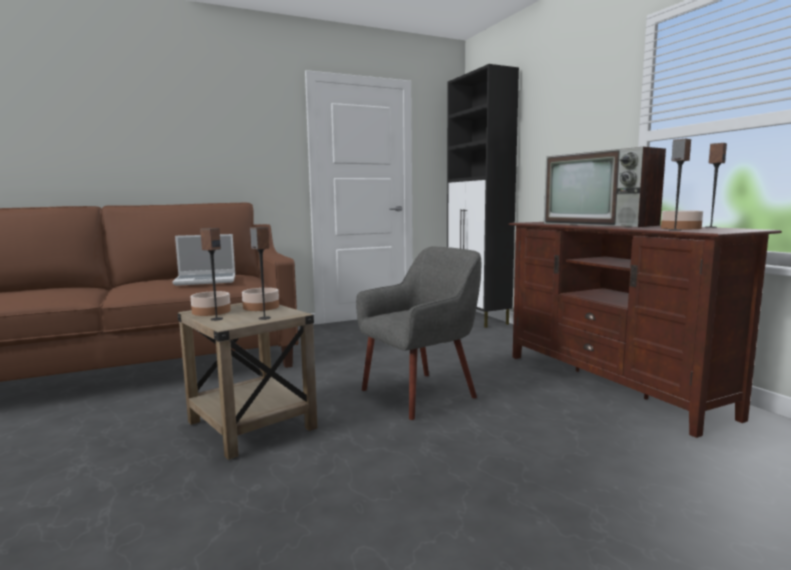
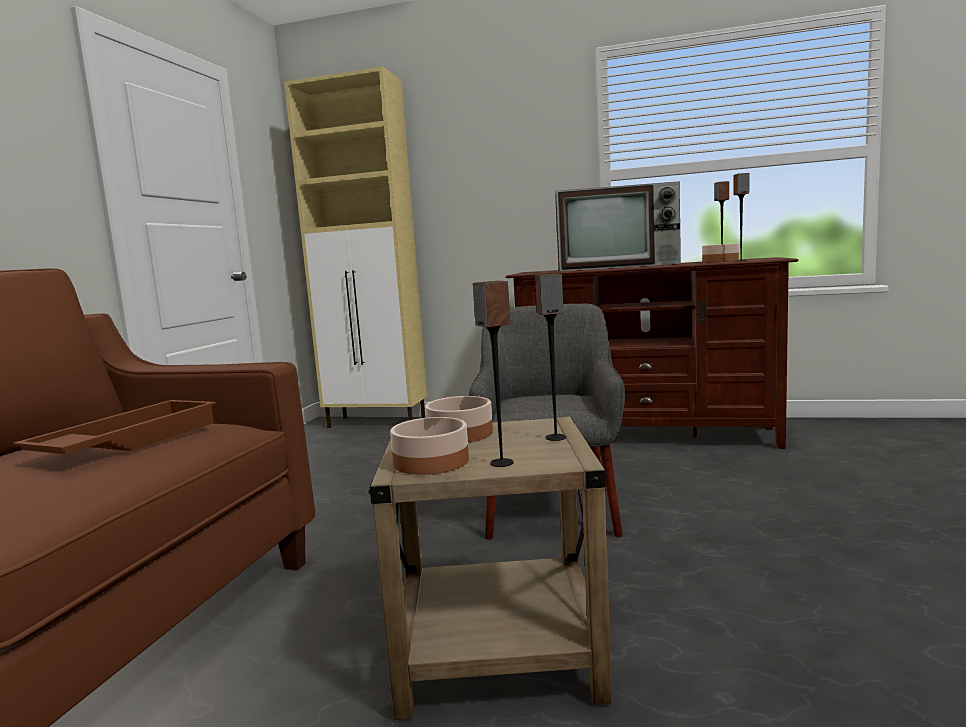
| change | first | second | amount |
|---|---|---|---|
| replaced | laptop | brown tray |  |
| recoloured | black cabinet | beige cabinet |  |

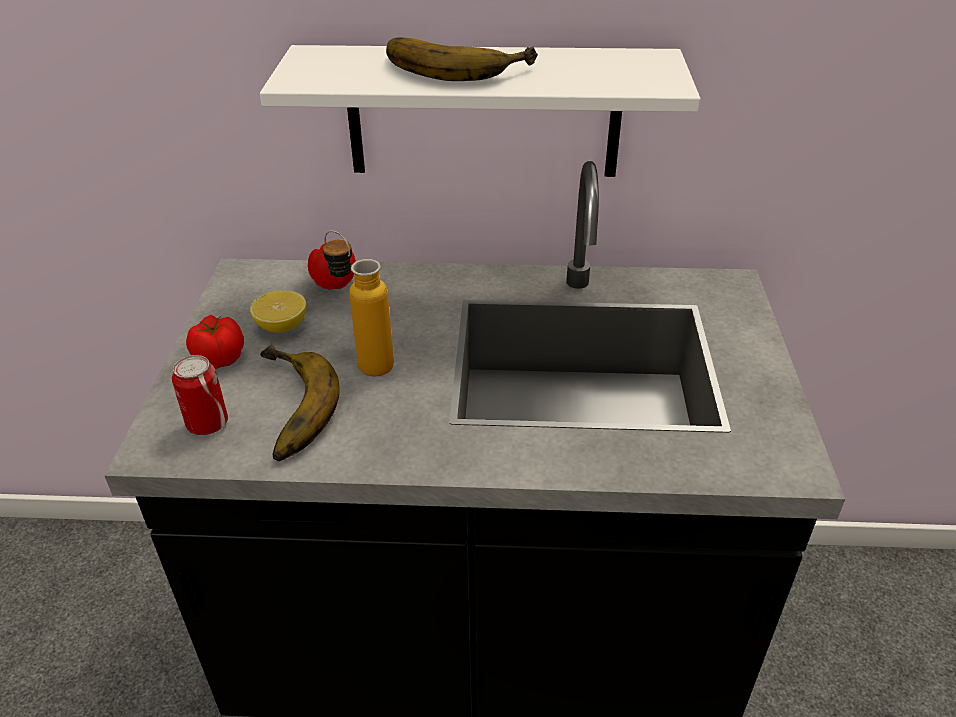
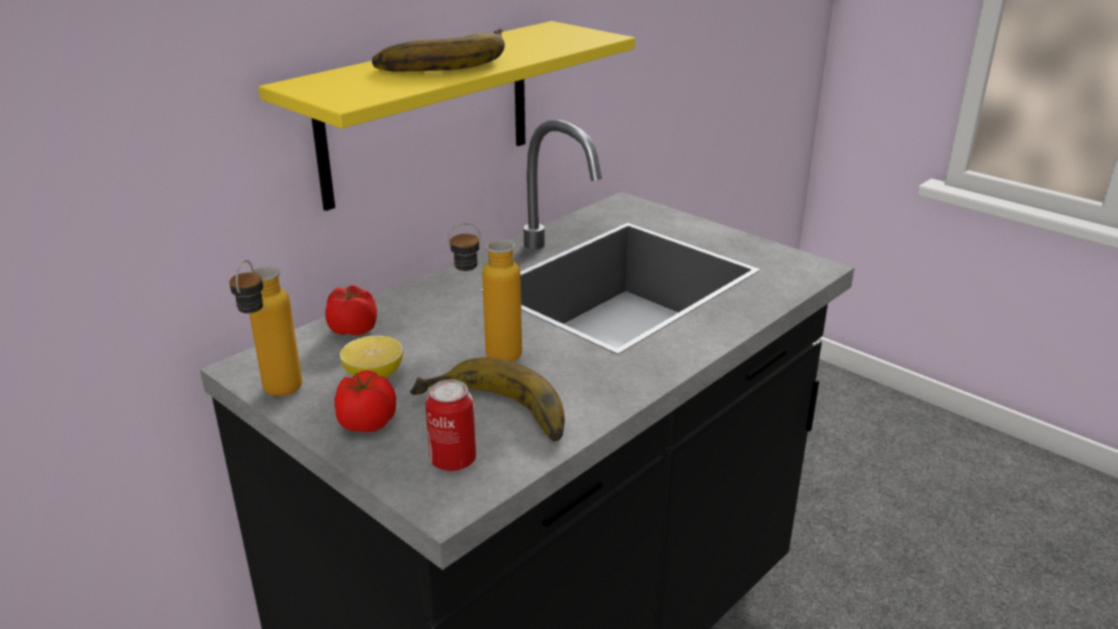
| change | first | second | amount |
|---|---|---|---|
| added |  | bottle (1st from left) |  |
| recoloured | white shelf | yellow shelf |  |

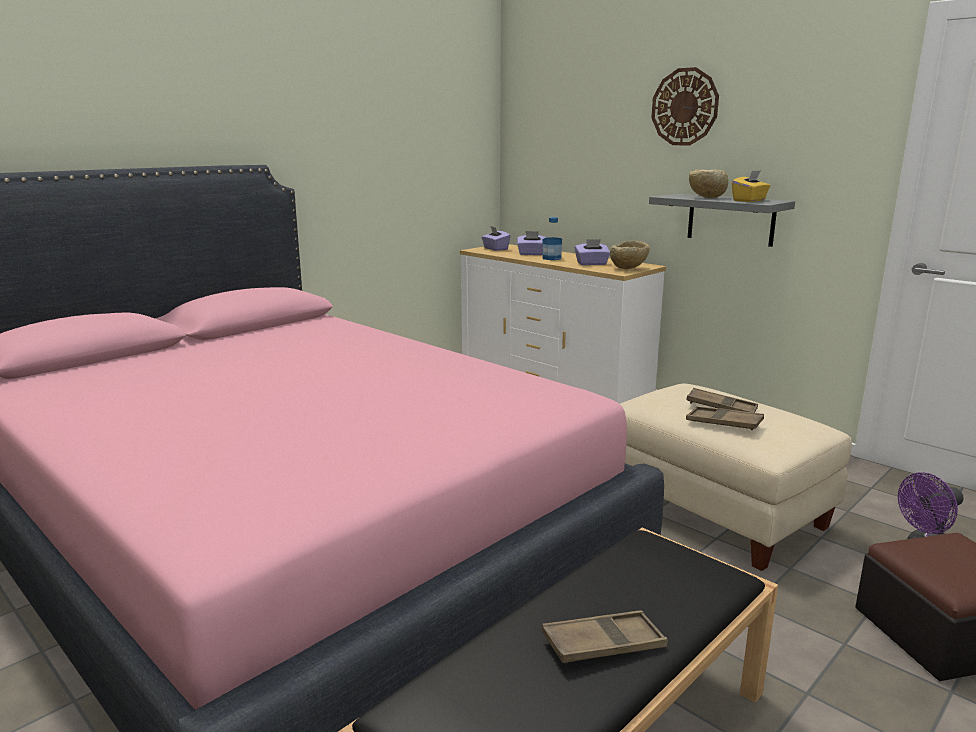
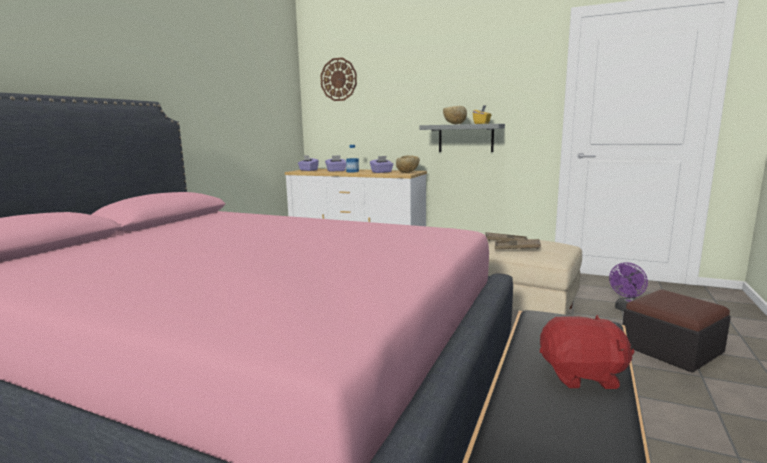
| change | first | second | amount |
|---|---|---|---|
| moved | wall clock |  |  |
| replaced | brown tray (1st from left) | red plush toy |  |

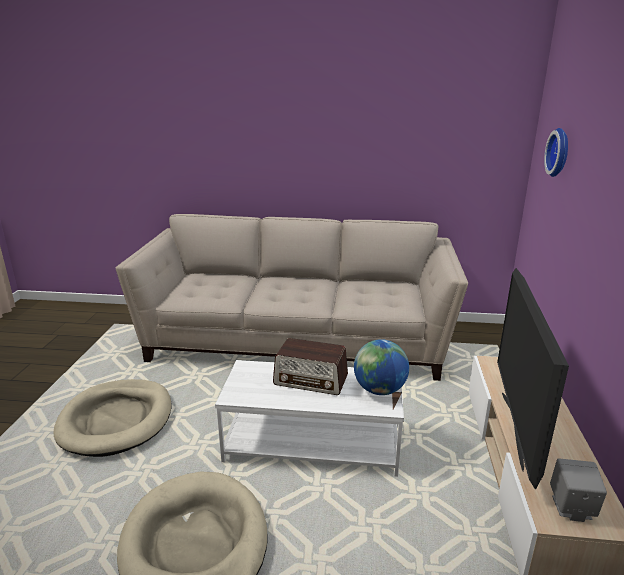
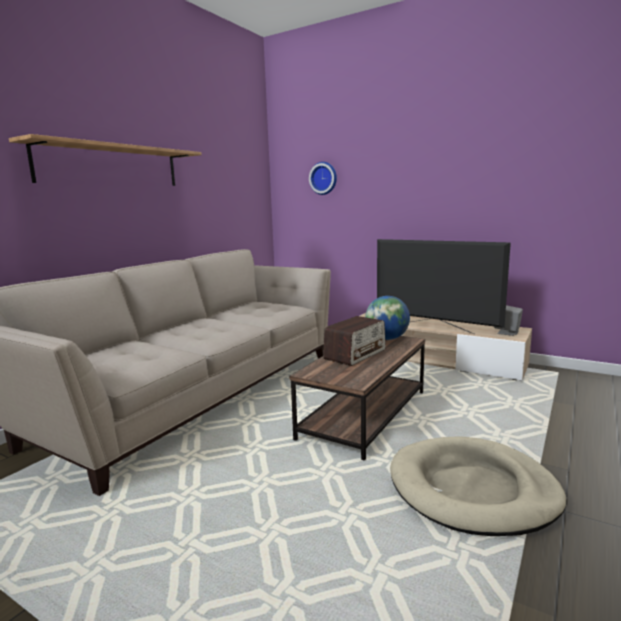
| change | first | second | amount |
|---|---|---|---|
| removed | beige dog bed (1st from left) |  |  |
| added |  | shelf |  |
| recoloured | white coffee table | brown coffee table |  |

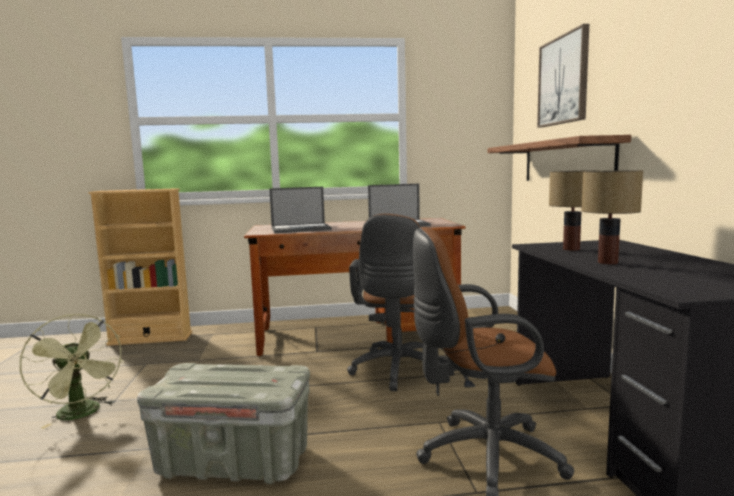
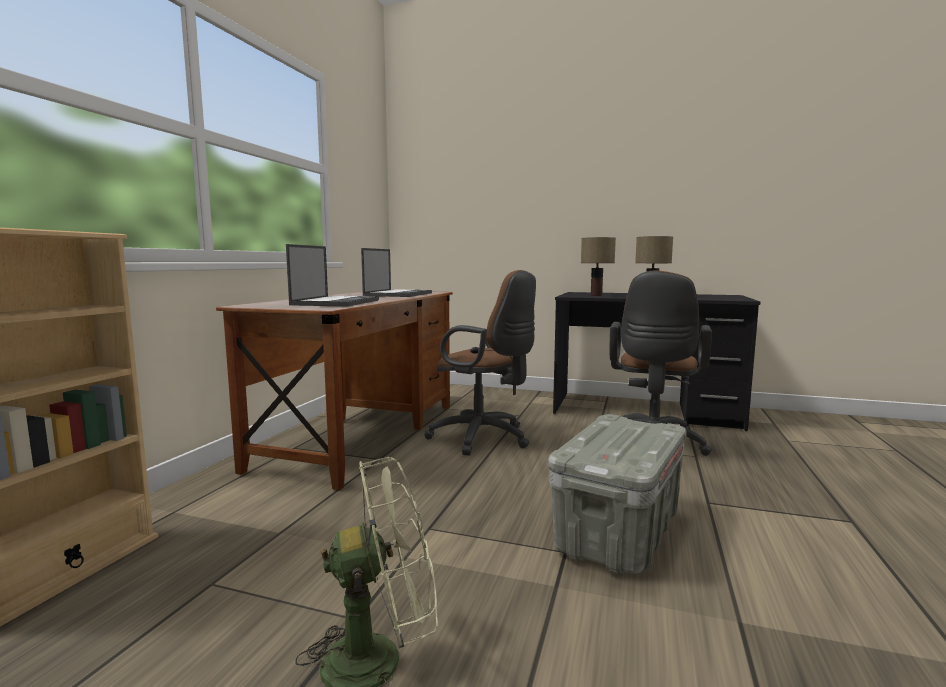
| change | first | second | amount |
|---|---|---|---|
| removed | shelf |  |  |
| removed | picture |  |  |

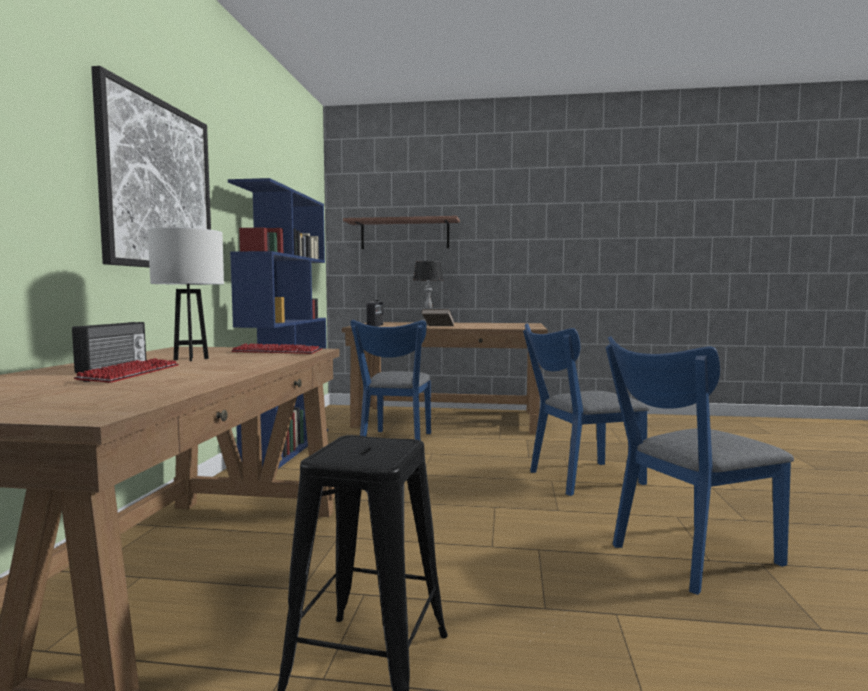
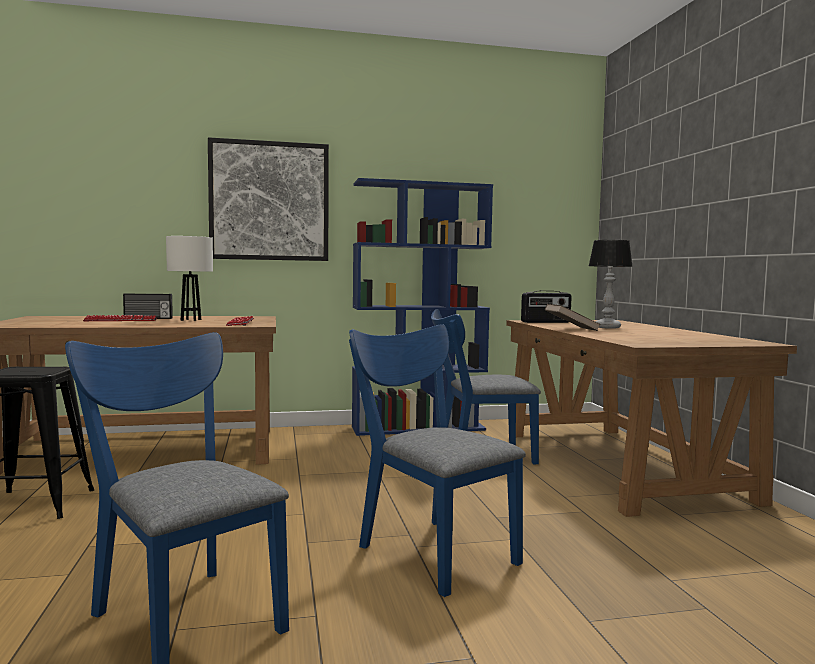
| change | first | second | amount |
|---|---|---|---|
| removed | shelf |  |  |

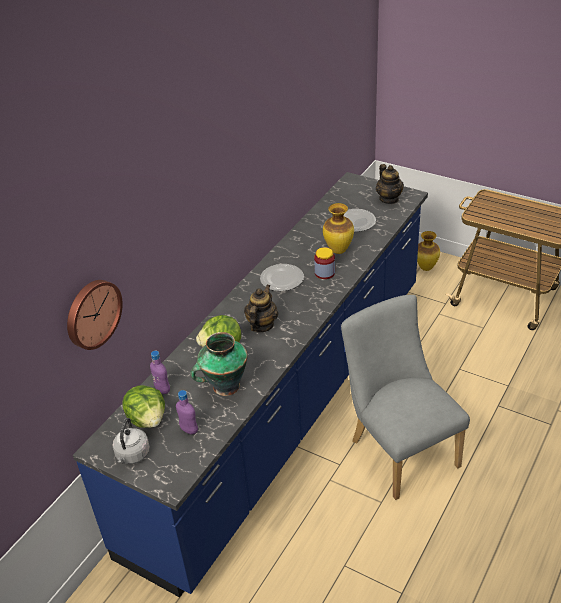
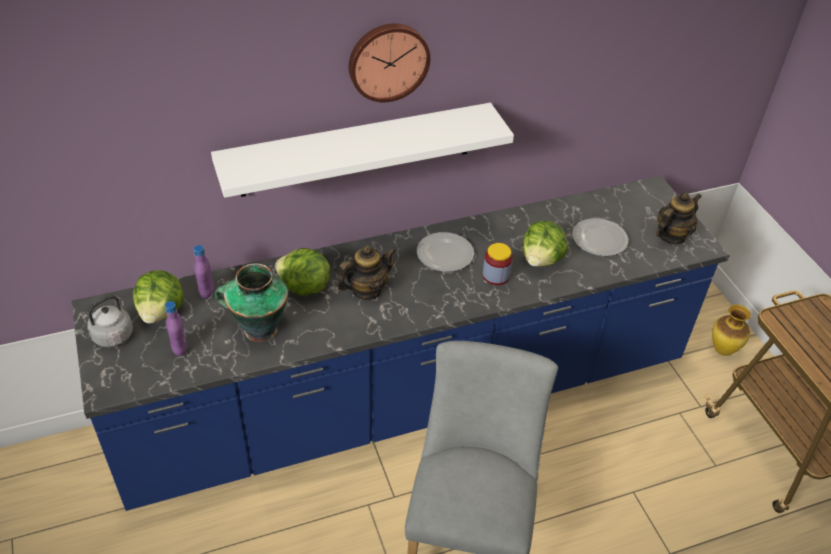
| change | first | second | amount |
|---|---|---|---|
| added |  | white shelf |  |
| moved | wall clock |  |  |
| replaced | vase (2nd from left) | lettuce (3rd from left) |  |
| turned | teapot (2nd from left) |  | 150 degrees counterclockwise |

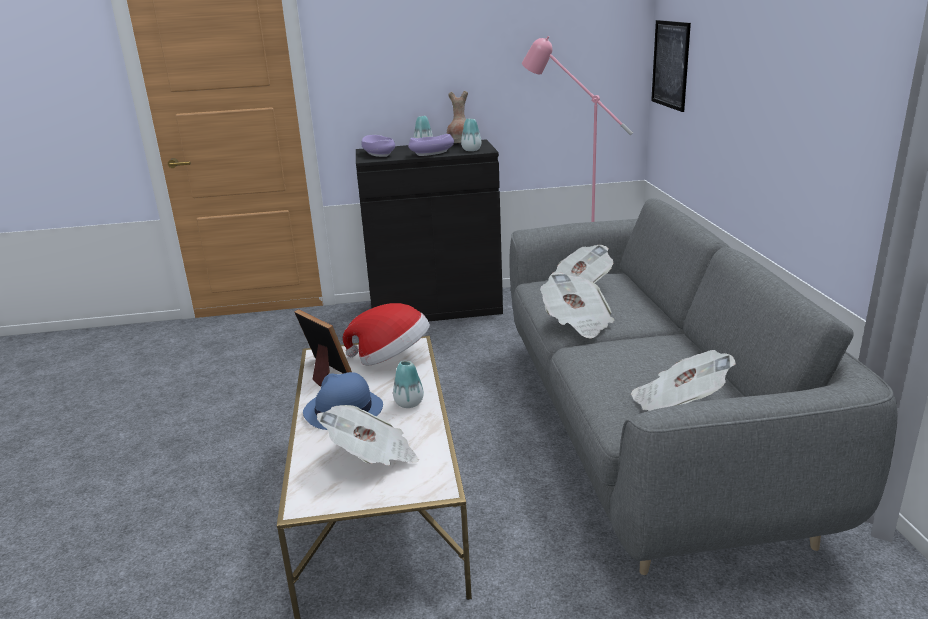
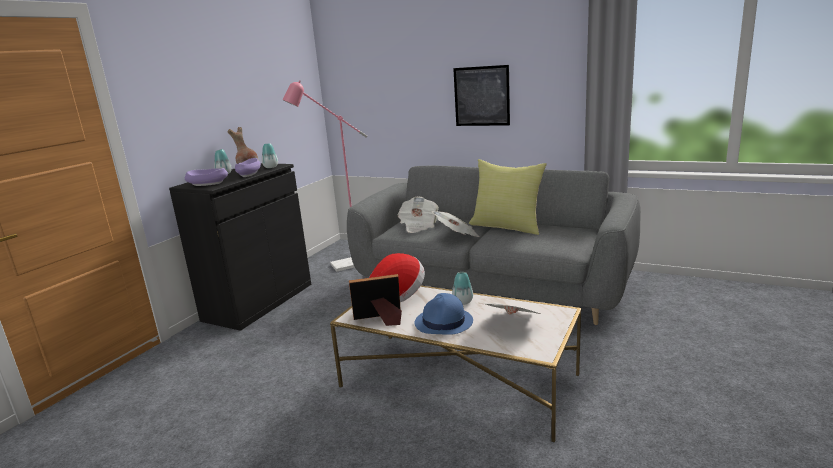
| change | first | second | amount |
|---|---|---|---|
| removed | newspaper (4th from left) |  |  |
| added |  | yellow pillow |  |
| moved | picture |  |  |

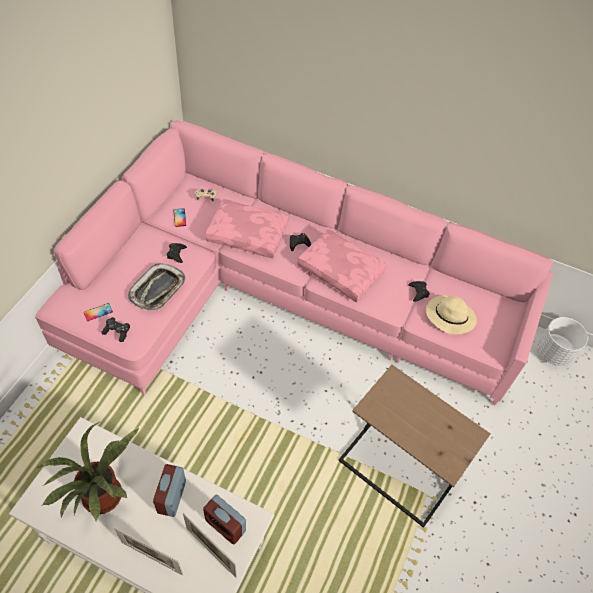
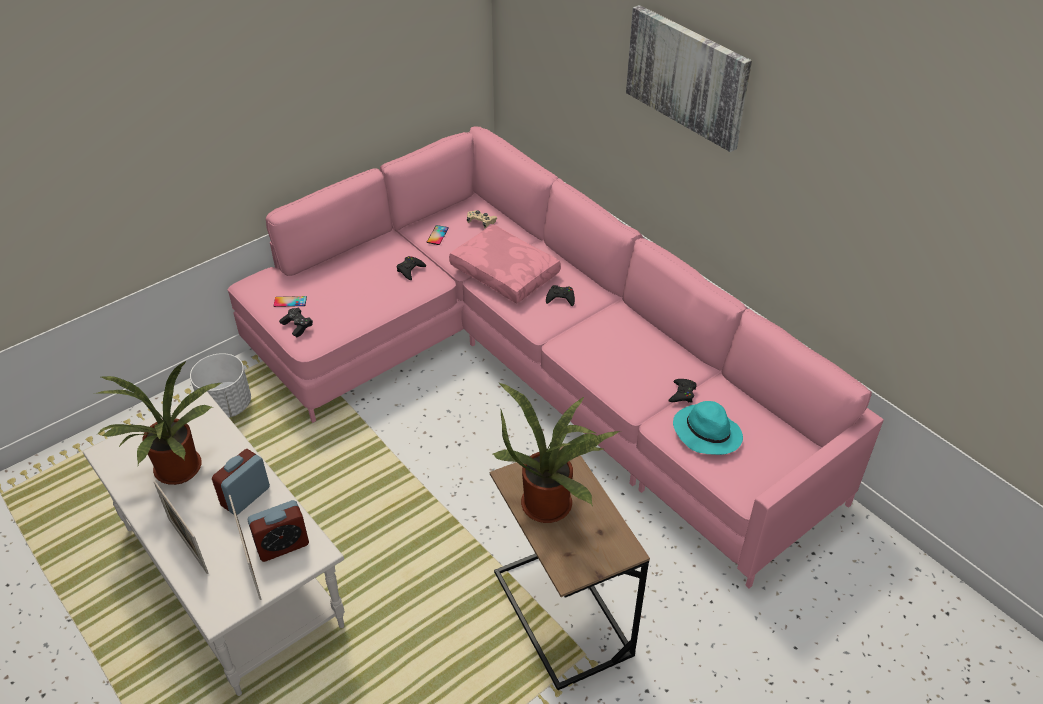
| change | first | second | amount |
|---|---|---|---|
| removed | tray |  |  |
| removed | pink pillow (2nd from left) |  |  |
| added |  | potted plant (2nd from left) |  |
| added |  | picture |  |
| moved | white planter |  |  |
| recoloured | beige hat | turquoise hat |  |
| turned | alarm clock (2nd from left) |  | 90 degrees counterclockwise |

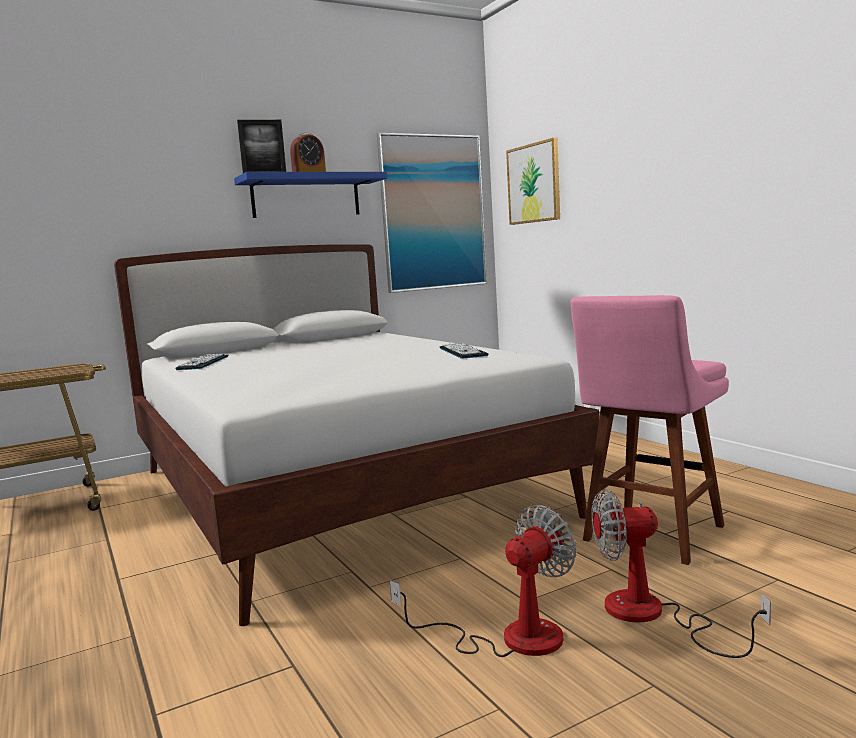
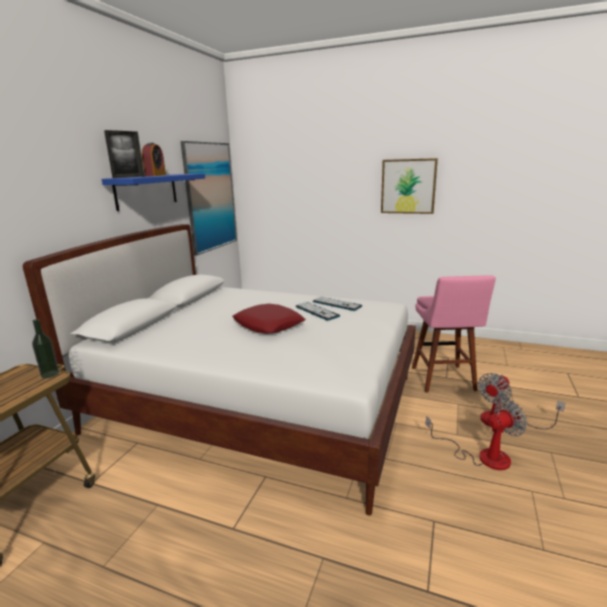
| change | first | second | amount |
|---|---|---|---|
| added |  | bottle |  |
| added |  | red pillow |  |
| moved | keyboard (1st from left) |  |  |
| moved | picture (2nd from left) |  |  |
| turned | fan (1st from left) |  | 60 degrees clockwise |

